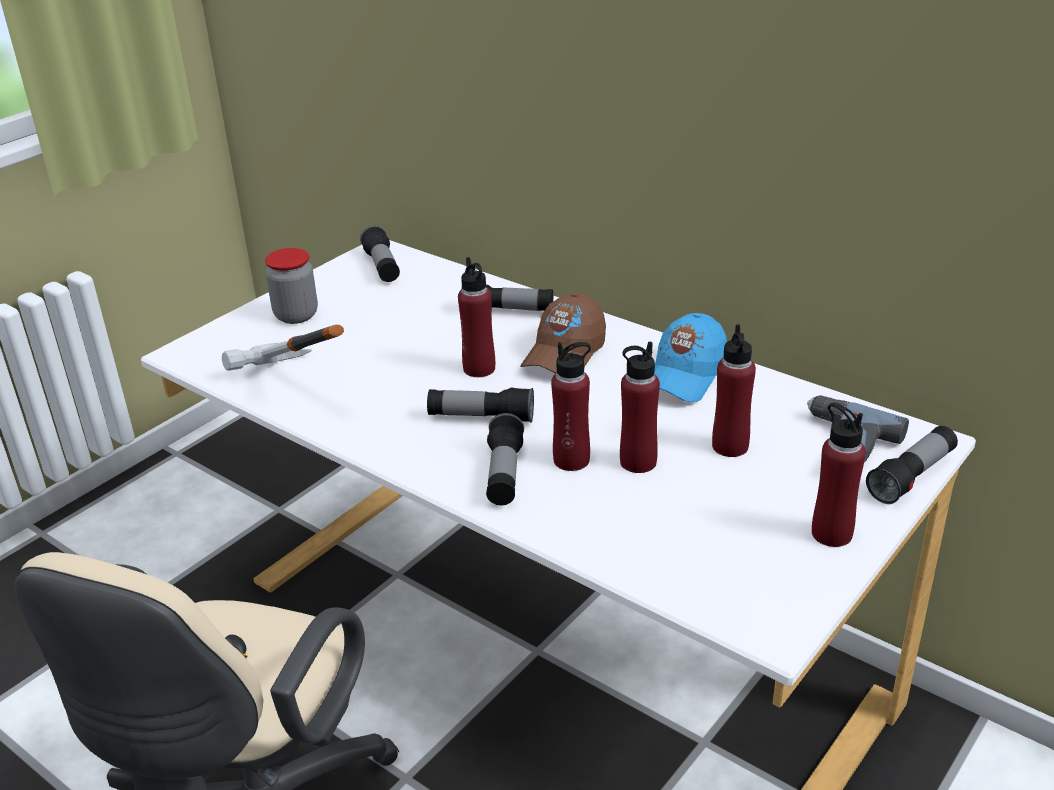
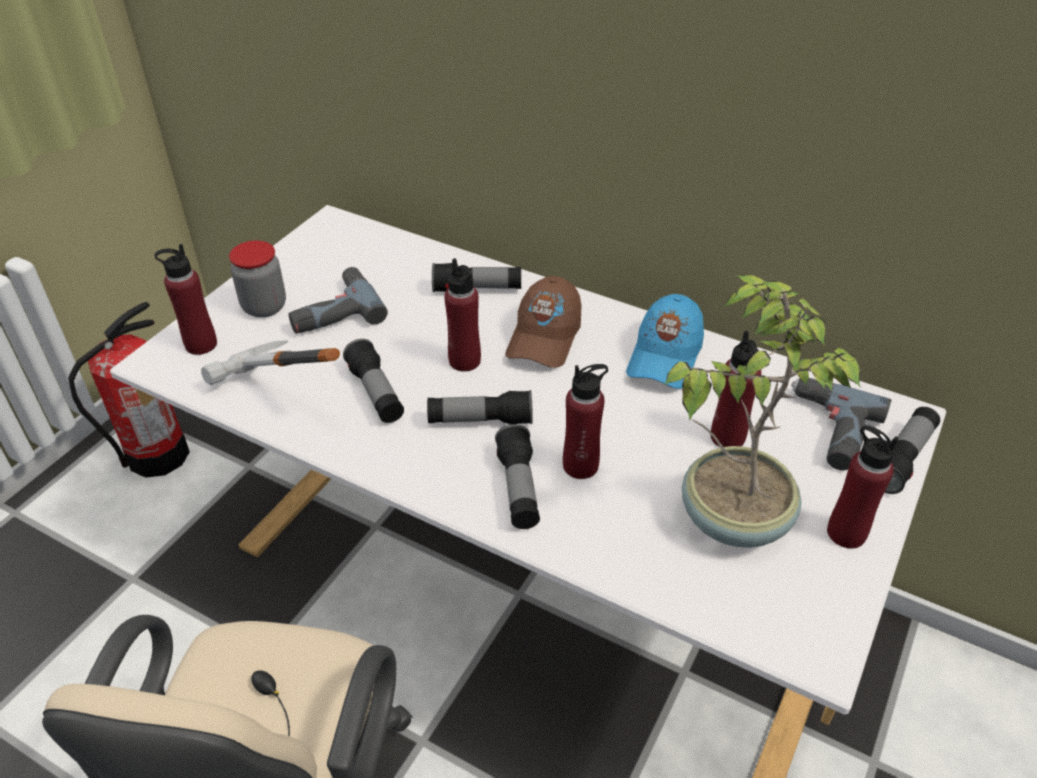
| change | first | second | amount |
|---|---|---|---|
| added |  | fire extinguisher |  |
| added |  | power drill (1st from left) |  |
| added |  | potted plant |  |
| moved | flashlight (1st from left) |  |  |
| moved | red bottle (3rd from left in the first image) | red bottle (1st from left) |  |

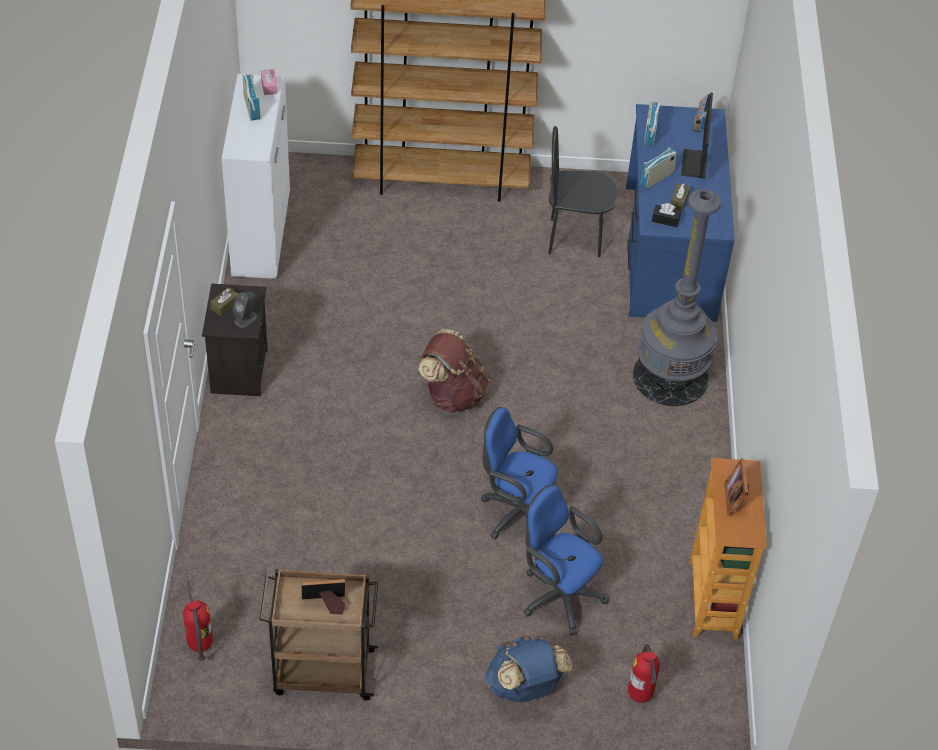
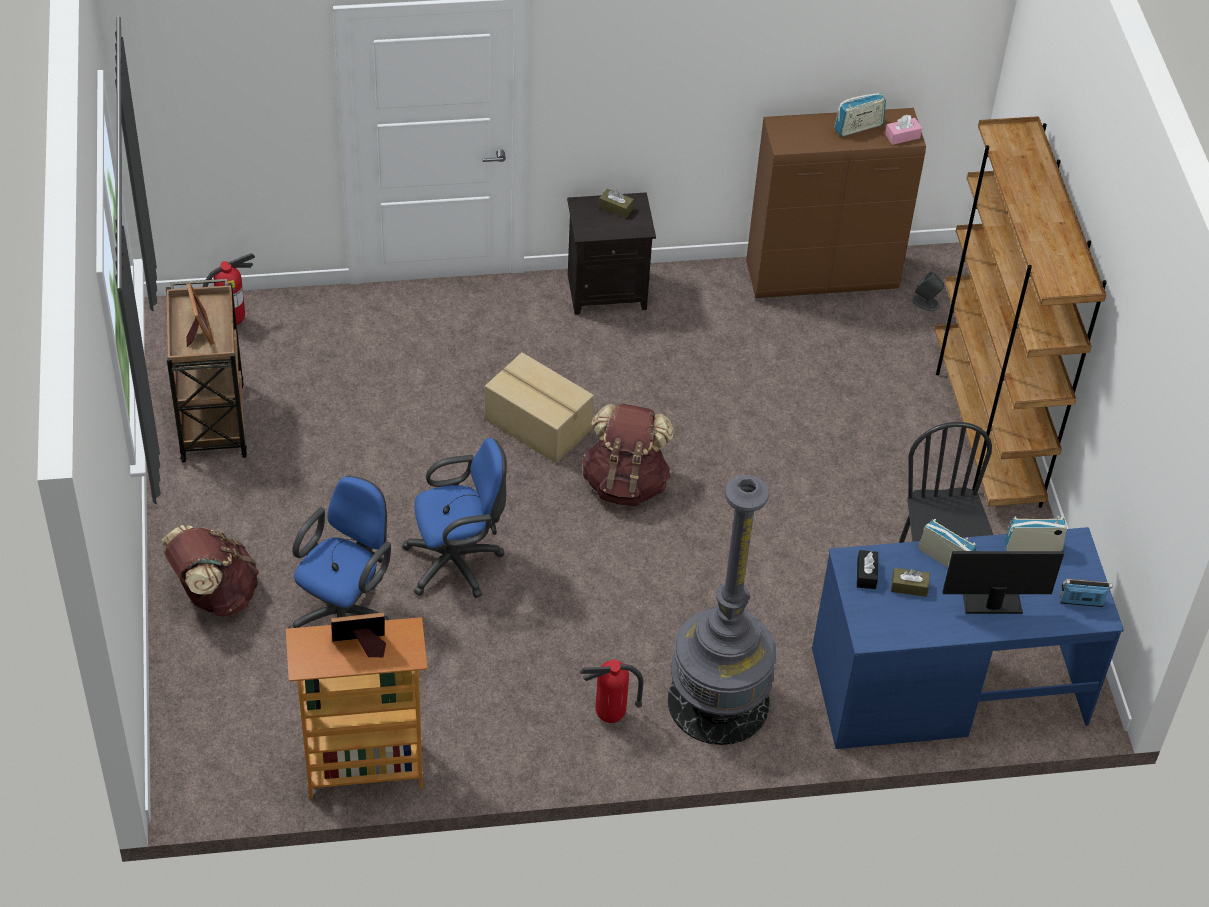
| change | first | second | amount |
|---|---|---|---|
| added |  | cardboard box |  |
| moved | grey speaker |  |  |
| moved | fire extinguisher (2nd from left) |  |  |
| recoloured | white cabinet | brown cabinet |  |
| recoloured | blue backpack | brown backpack (1st from left) |  |
| turned | blue office chair (1st from left in the first image) | blue office chair (2nd from left) | 60 degrees clockwise |

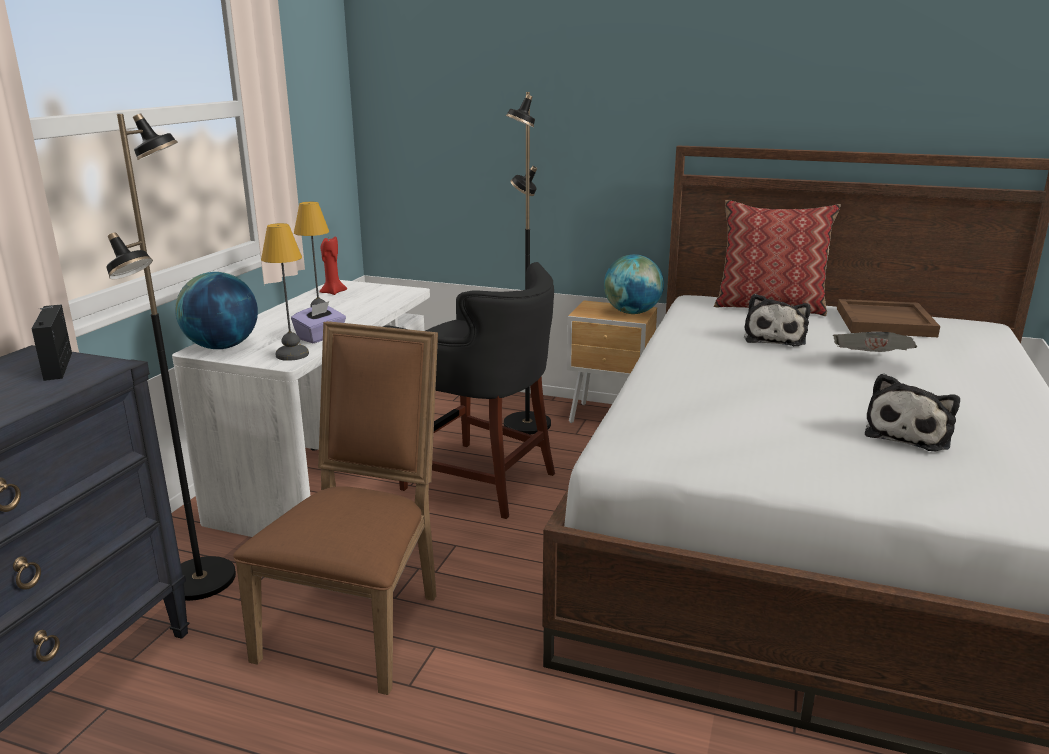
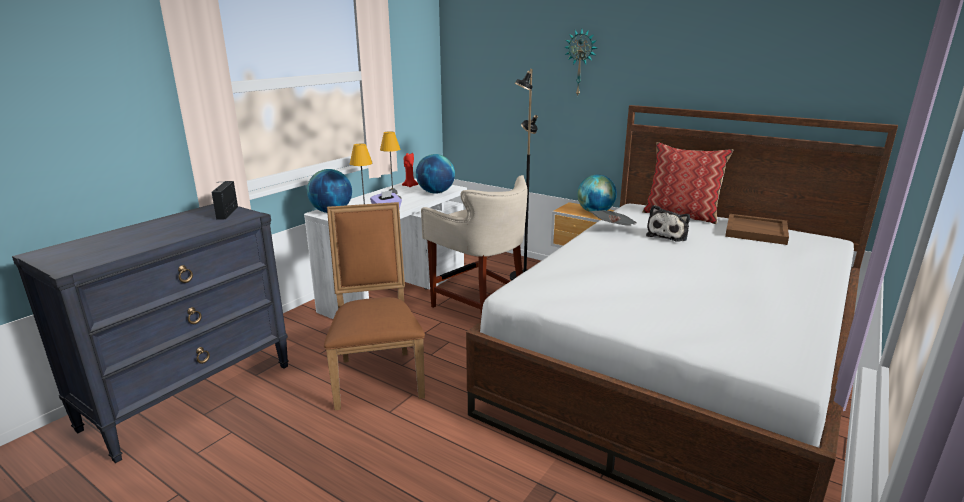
| change | first | second | amount |
|---|---|---|---|
| removed | black floor lamp (1st from left) |  |  |
| removed | plush toy (2nd from left) |  |  |
| added |  | globe (2nd from left) |  |
| added |  | wall clock |  |
| moved | newspaper |  |  |
| recoloured | black stool | beige stool |  |
| turned | brown chair |  | 45 degrees counterclockwise |

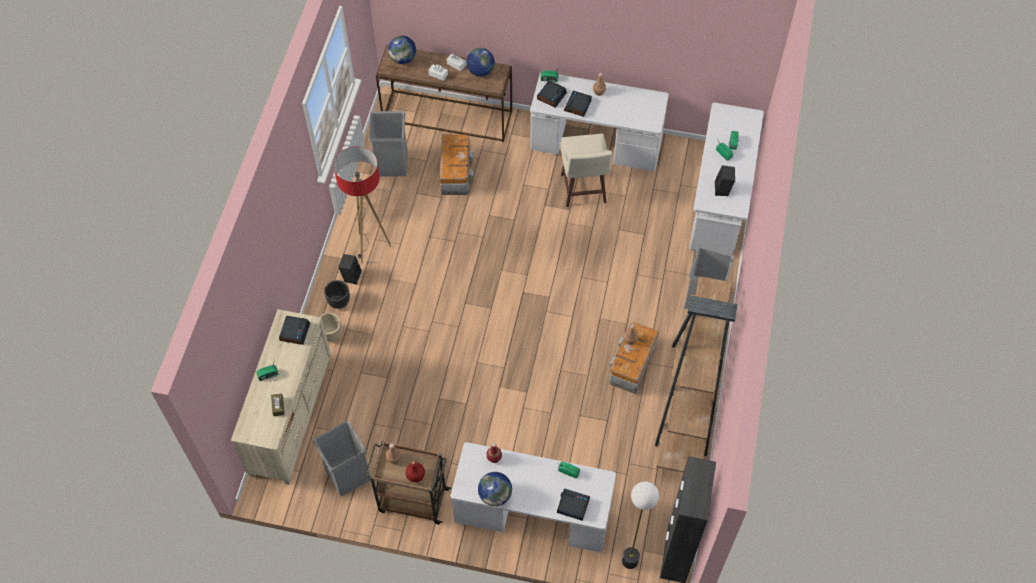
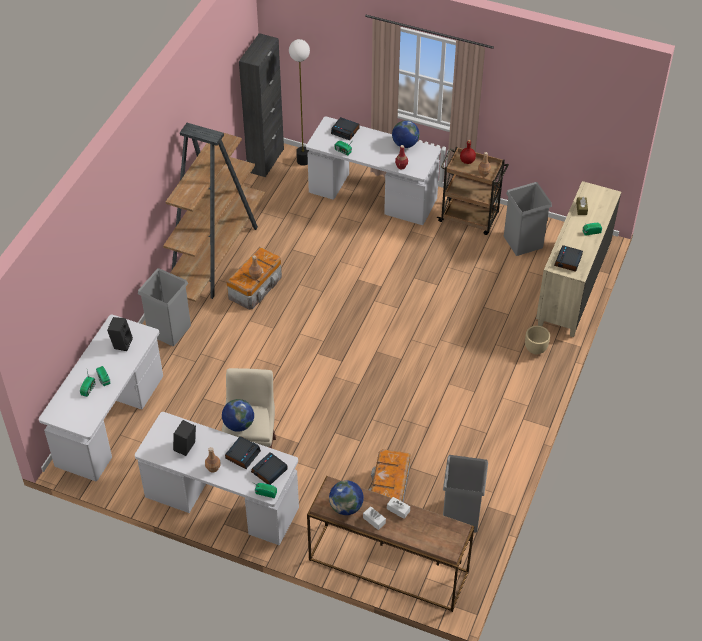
| change | first | second | amount |
|---|---|---|---|
| removed | black planter |  |  |
| removed | floor lamp (1st from left) |  |  |
| moved | black speaker (1st from left in the first image) | black speaker (2nd from left) |  |
| moved | globe (1st from left) |  |  |

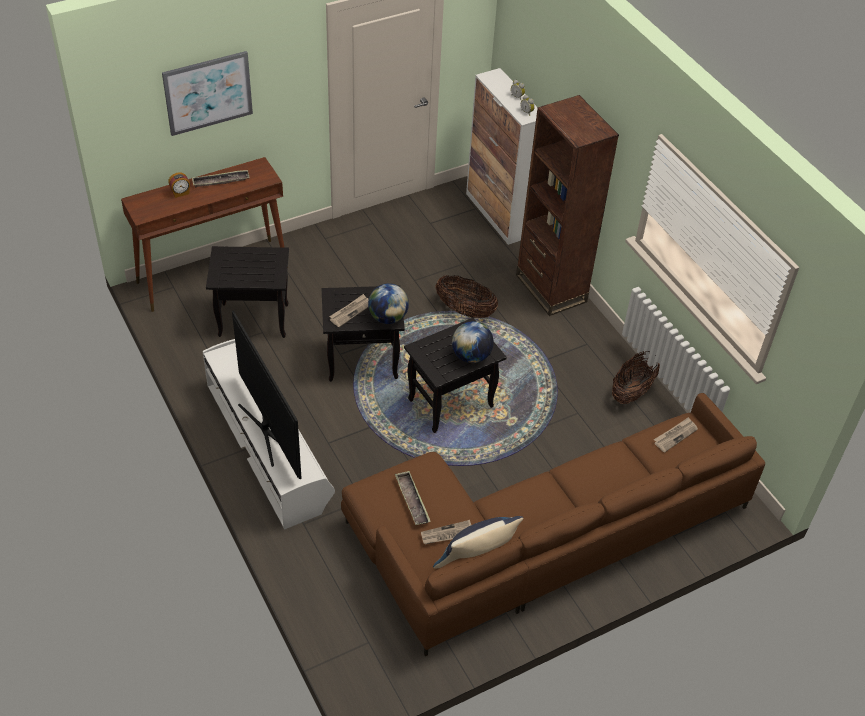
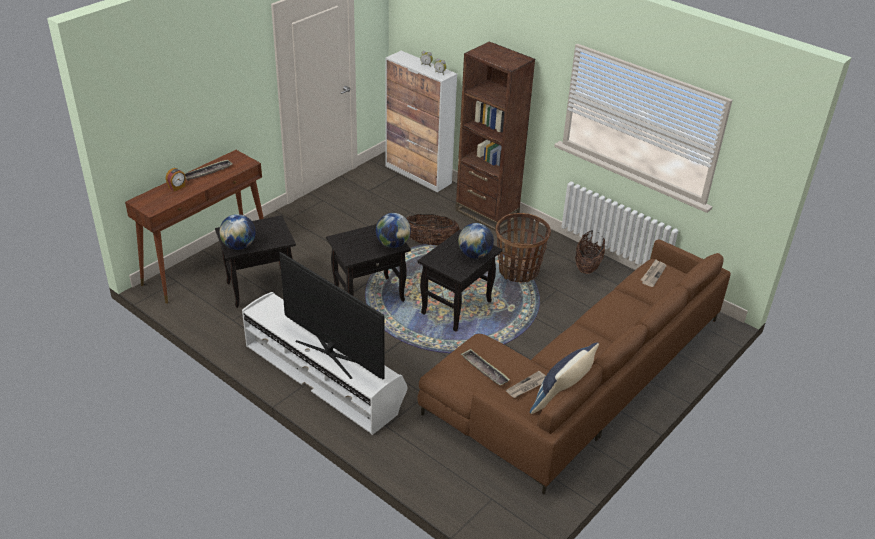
| change | first | second | amount |
|---|---|---|---|
| removed | picture |  |  |
| removed | newspaper (1st from left) |  |  |
| added |  | globe (1st from left) |  |
| added |  | basket (2nd from left) |  |

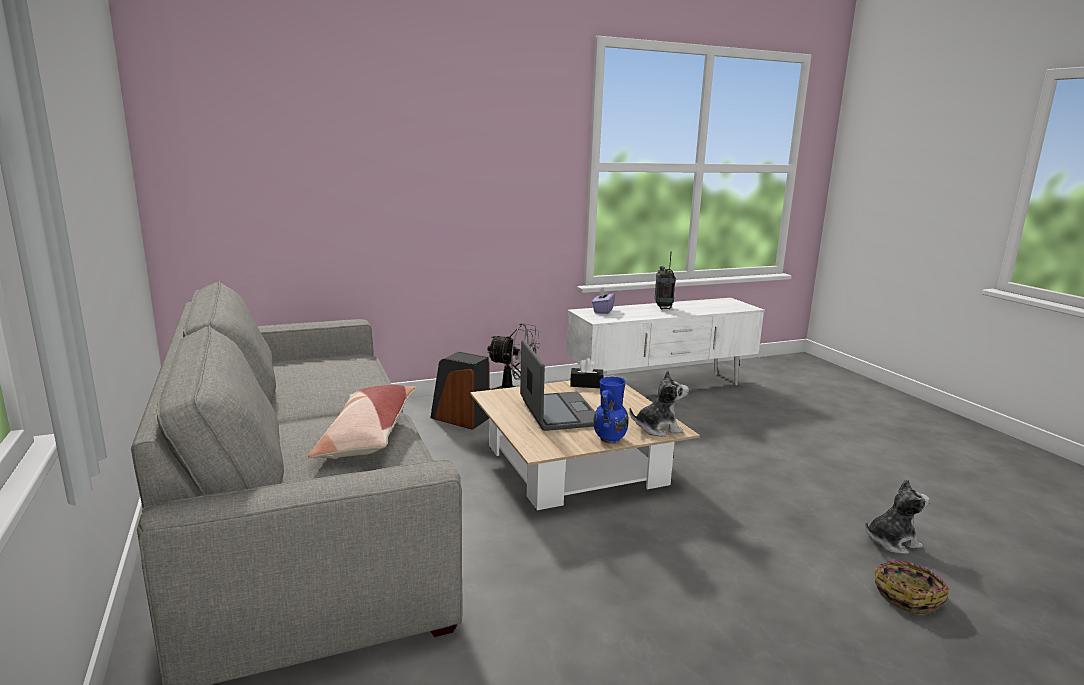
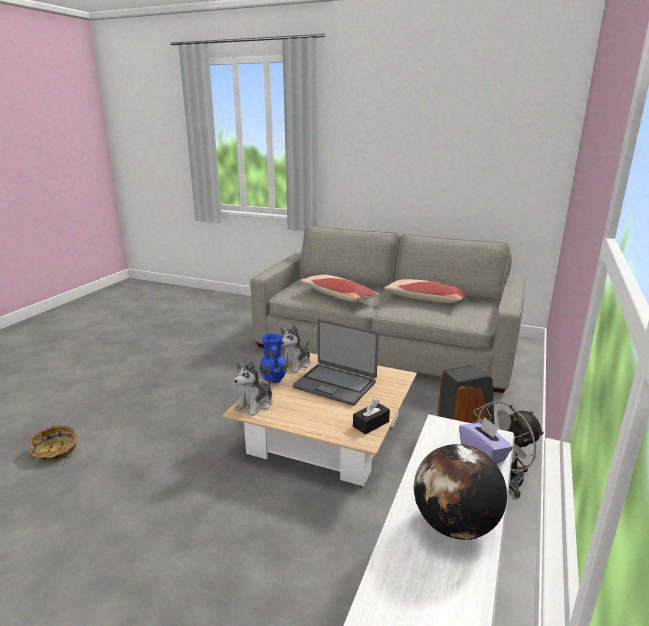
| change | first | second | amount |
|---|---|---|---|
| added |  | pillow (2nd from left) |  |
| moved | plush toy (2nd from left) |  |  |
| replaced | radio | globe |  |

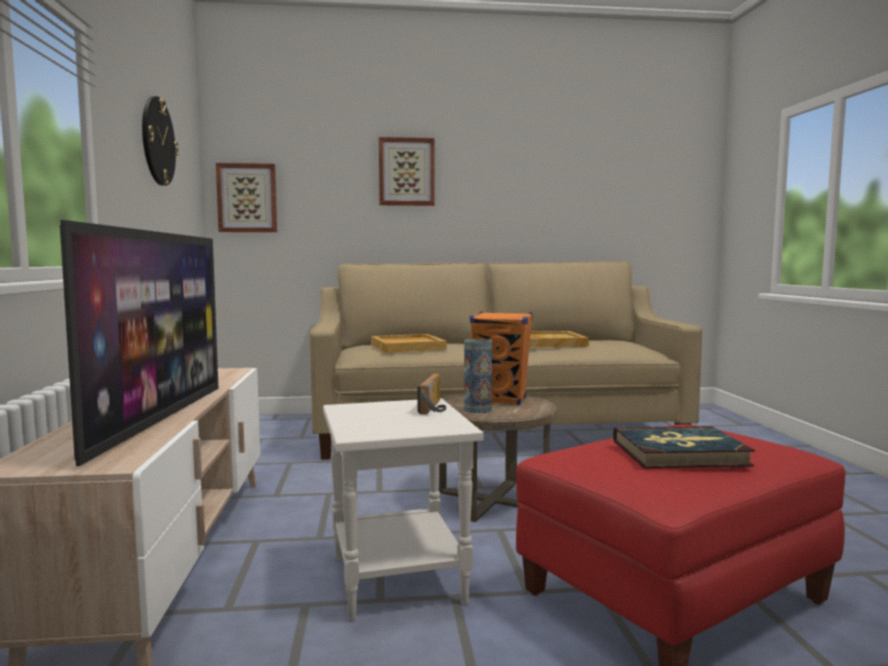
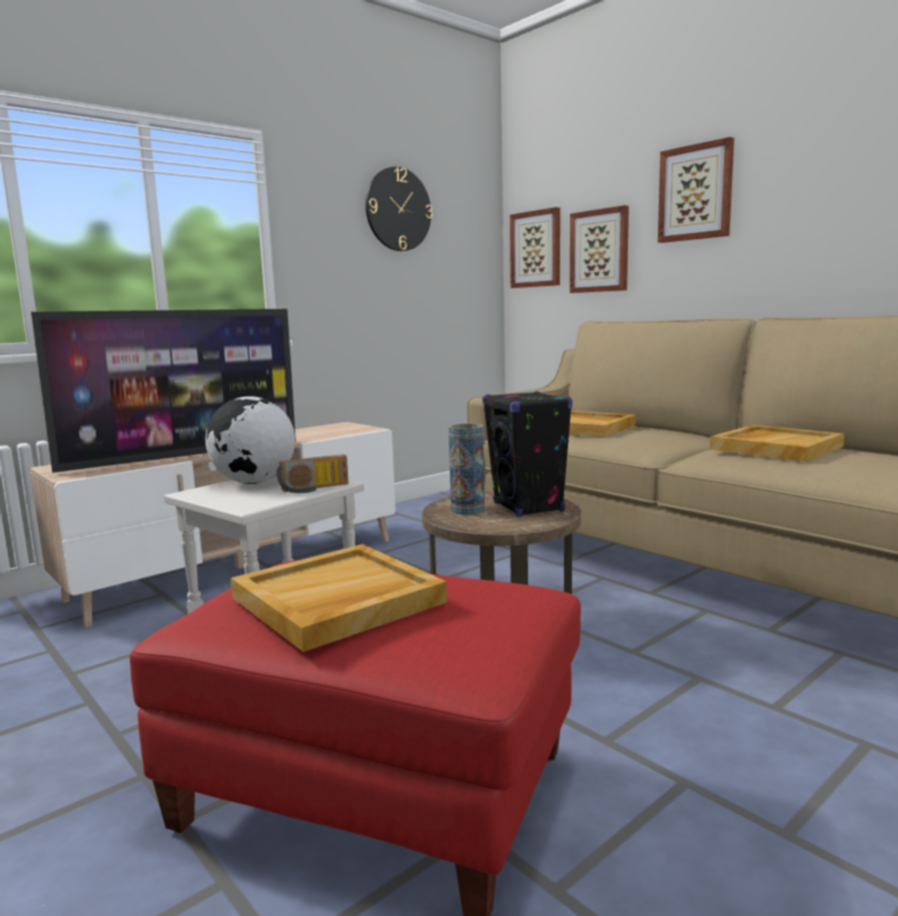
| change | first | second | amount |
|---|---|---|---|
| added |  | globe |  |
| added |  | picture (2nd from left) |  |
| replaced | book | beige tray (1st from left) |  |
| recoloured | orange speaker | black speaker |  |

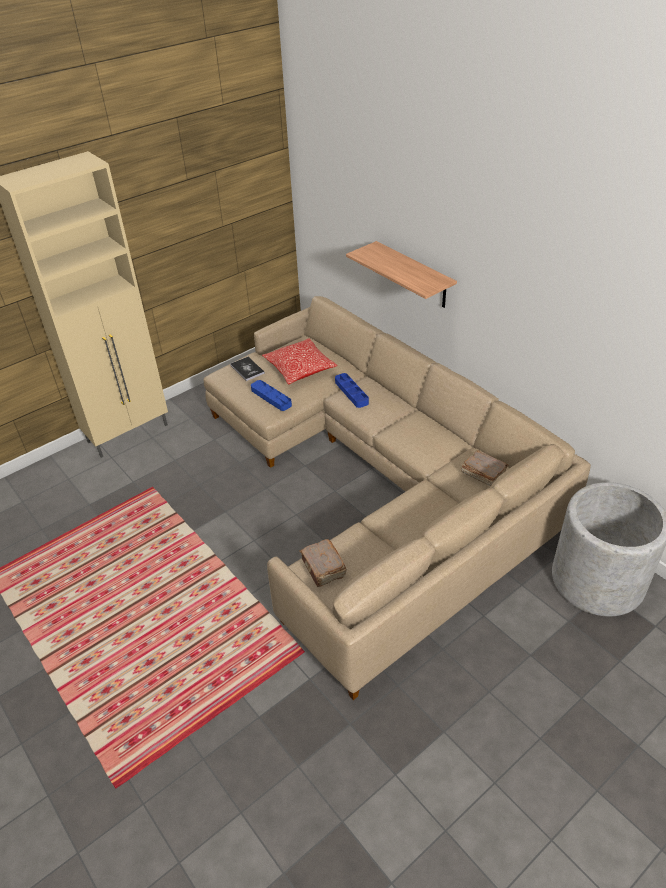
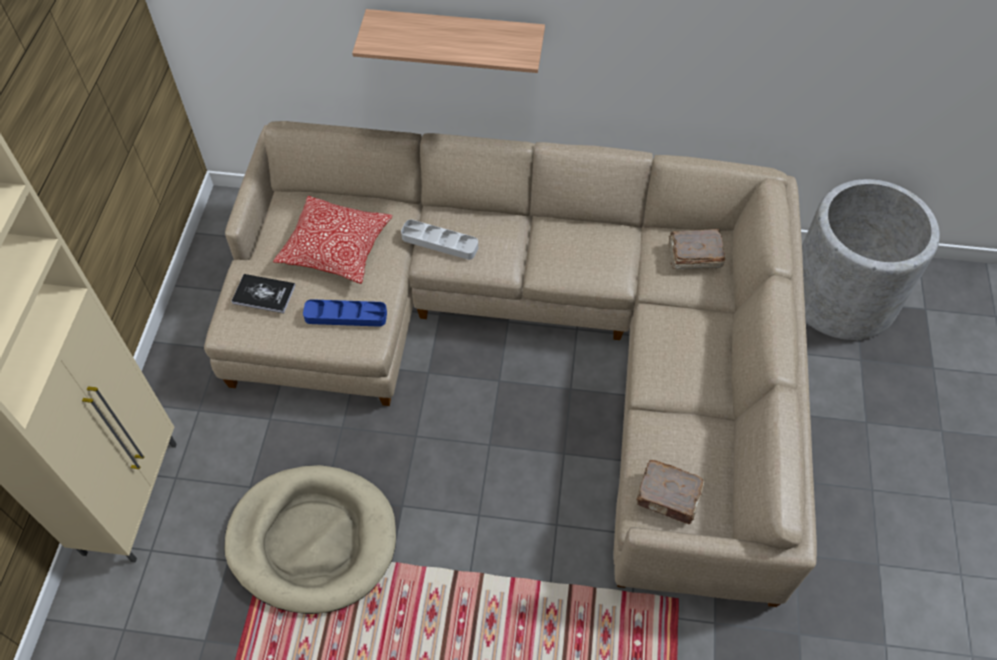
| change | first | second | amount |
|---|---|---|---|
| added |  | beige dog bed |  |
| recoloured | blue tray (2nd from left) | grey tray |  |

